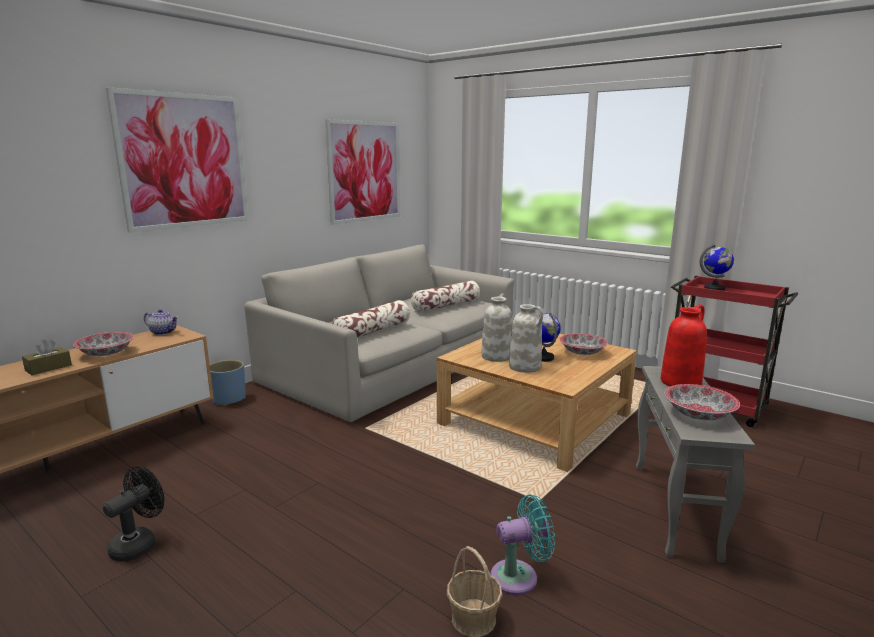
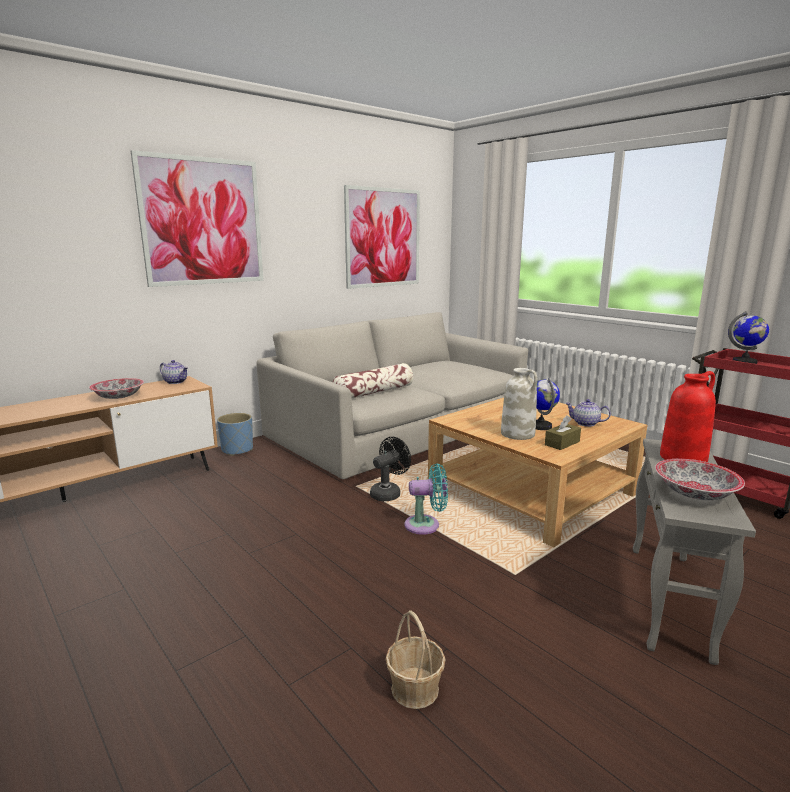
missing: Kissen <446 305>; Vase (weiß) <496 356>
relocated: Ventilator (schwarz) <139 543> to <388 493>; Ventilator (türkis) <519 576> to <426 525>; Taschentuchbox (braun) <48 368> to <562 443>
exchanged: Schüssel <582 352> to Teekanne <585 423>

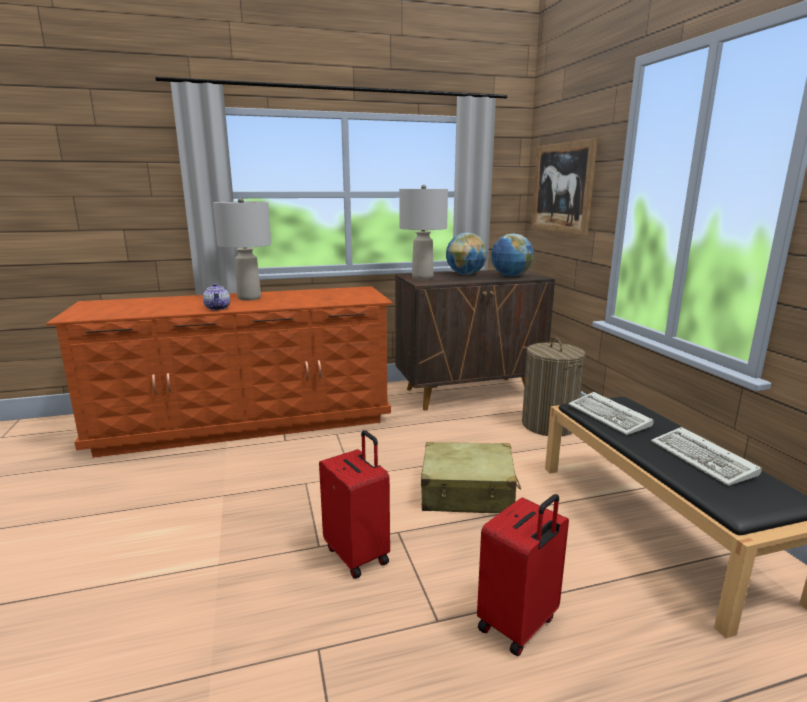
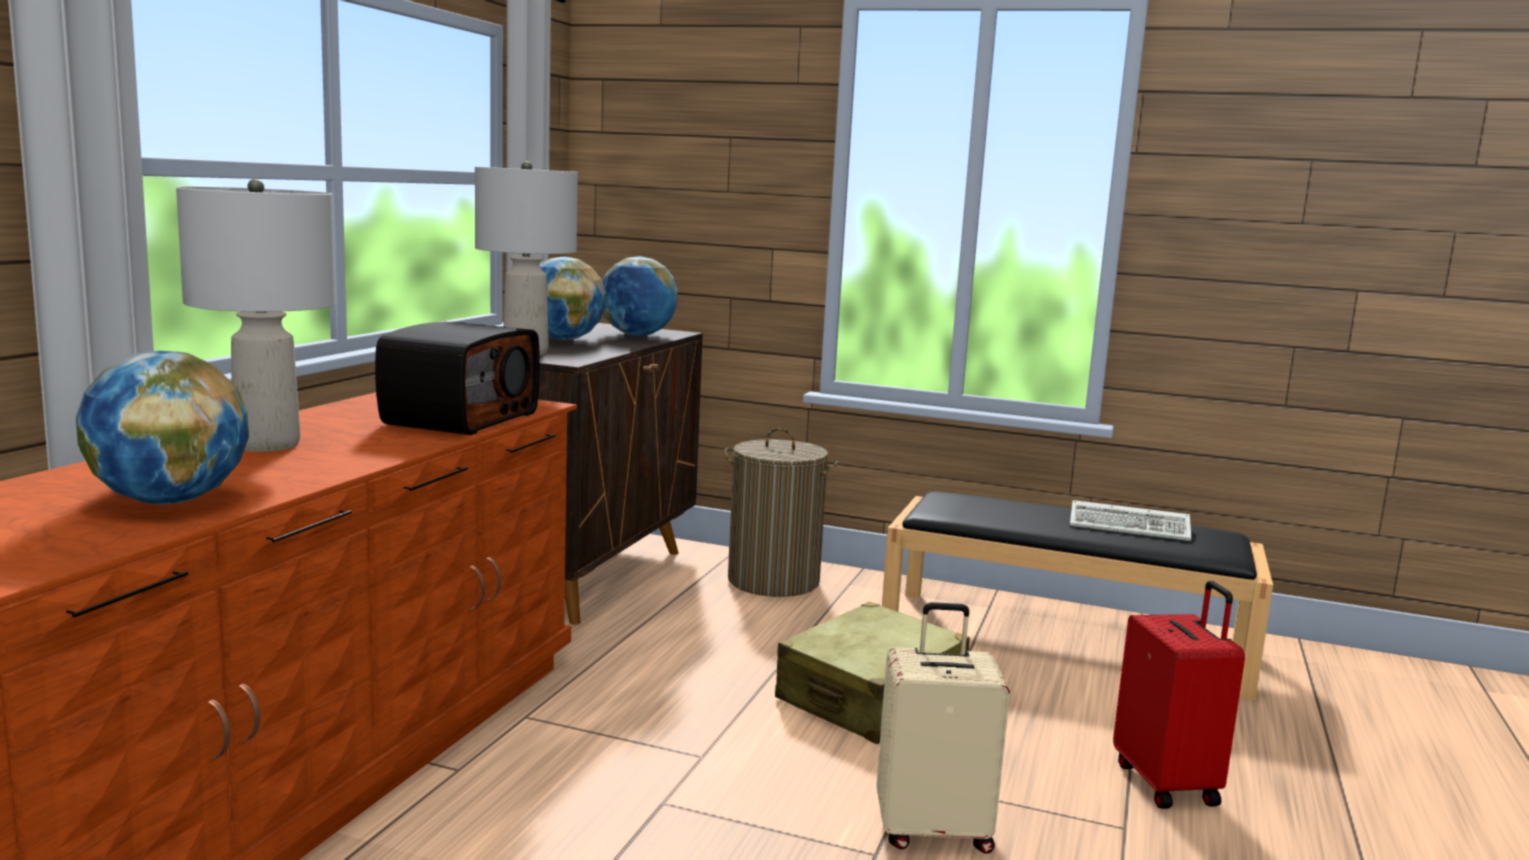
missing: Teekanne <218 308>; Bild <562 188>; Tastatur <610 417>
appeared: Globus <168 501>; Radio <459 418>
colour: Koffer (rot) <358 554> to Koffer (beige) <933 830>

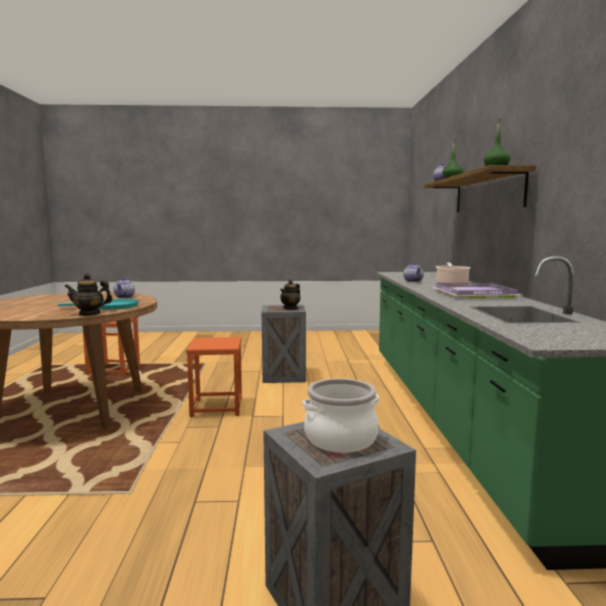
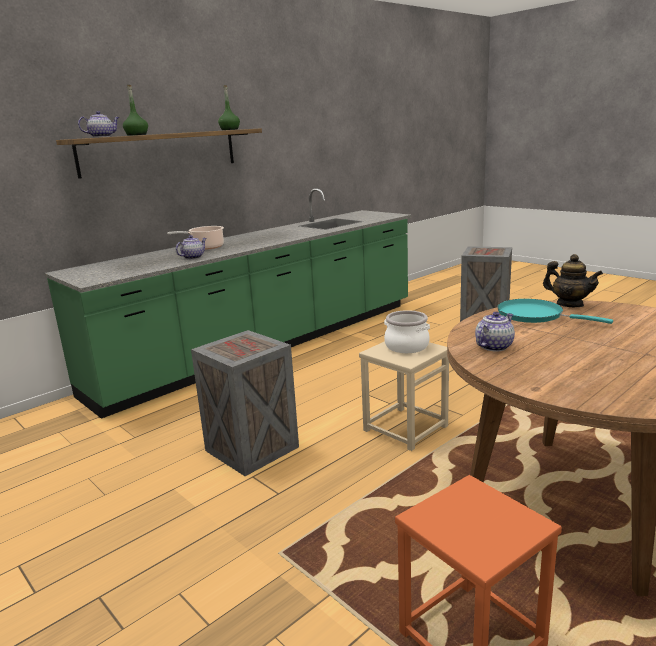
missing: Teekanne <290 308>; Tablett (lila) <476 294>
relocated: Kochtopf <341 439> to <407 346>
colour: Hocker (orange) <217 407> to Hocker (beige) <405 428>

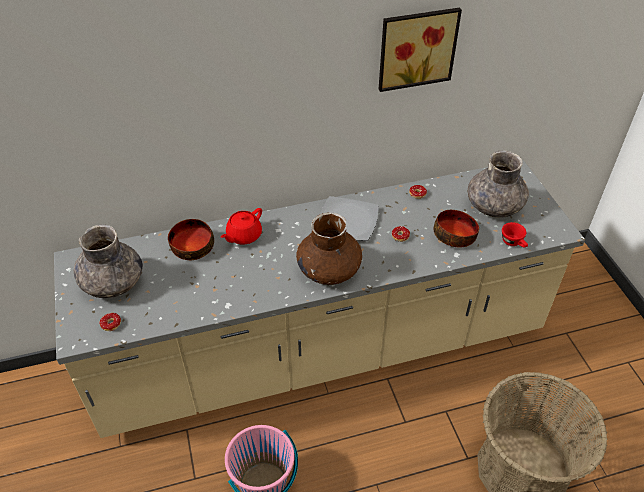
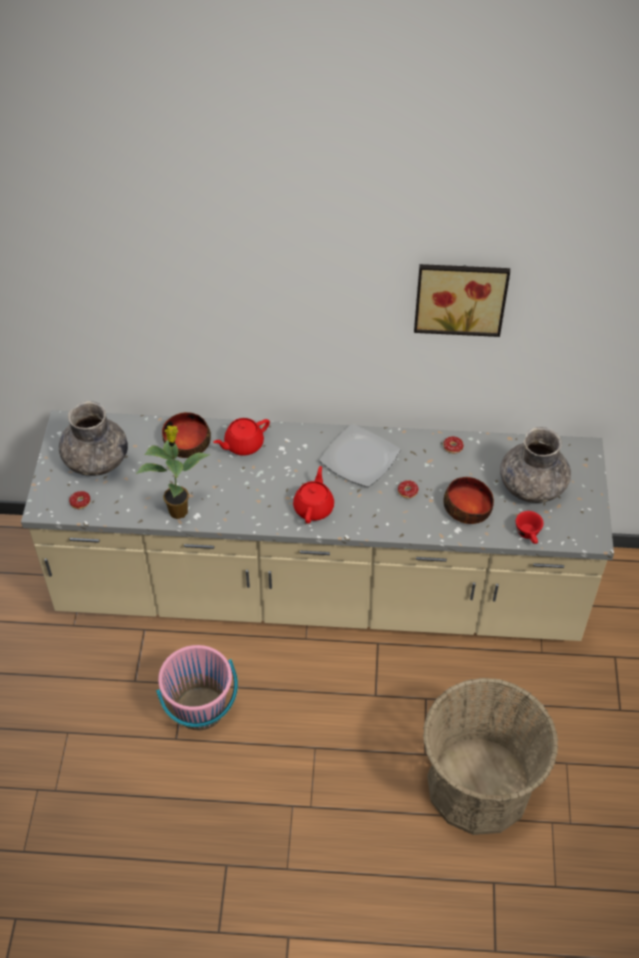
appeared: Topfpflanze <179 510>
exchanged: Vase (braun) <329 269> to Teekanne (rot) <314 507>

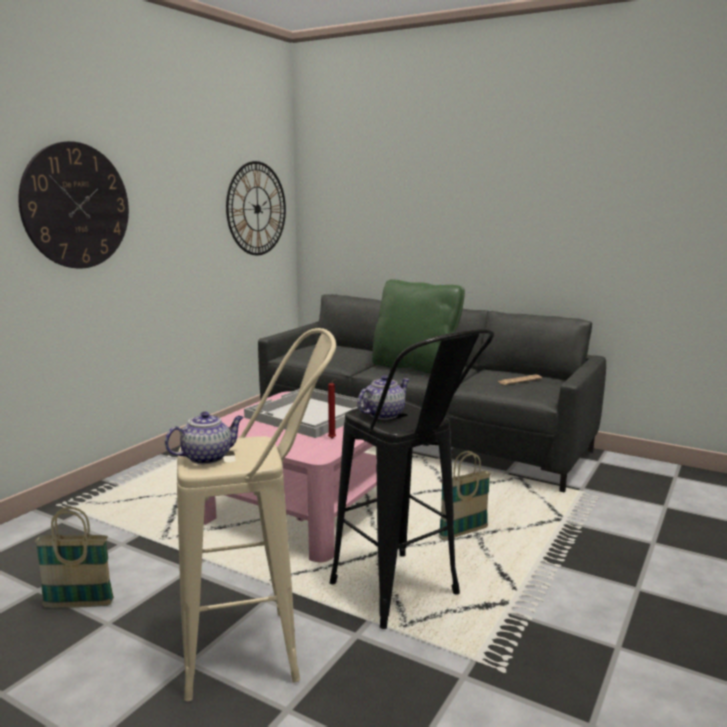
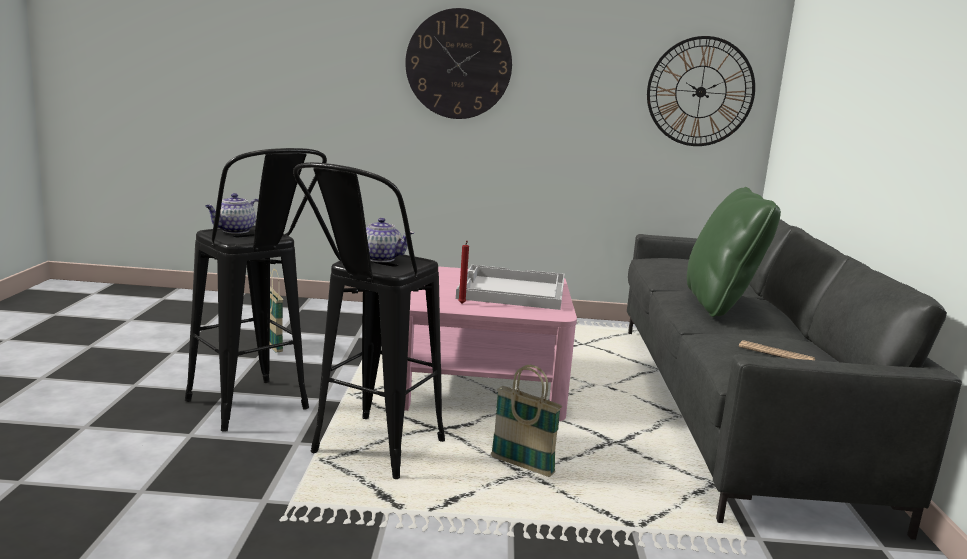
colour: Hocker (beige) <262 649> to Hocker (schwarz) <256 411>
spun: Teekanne <208 457> = <235 231> 105 degrees clockwise

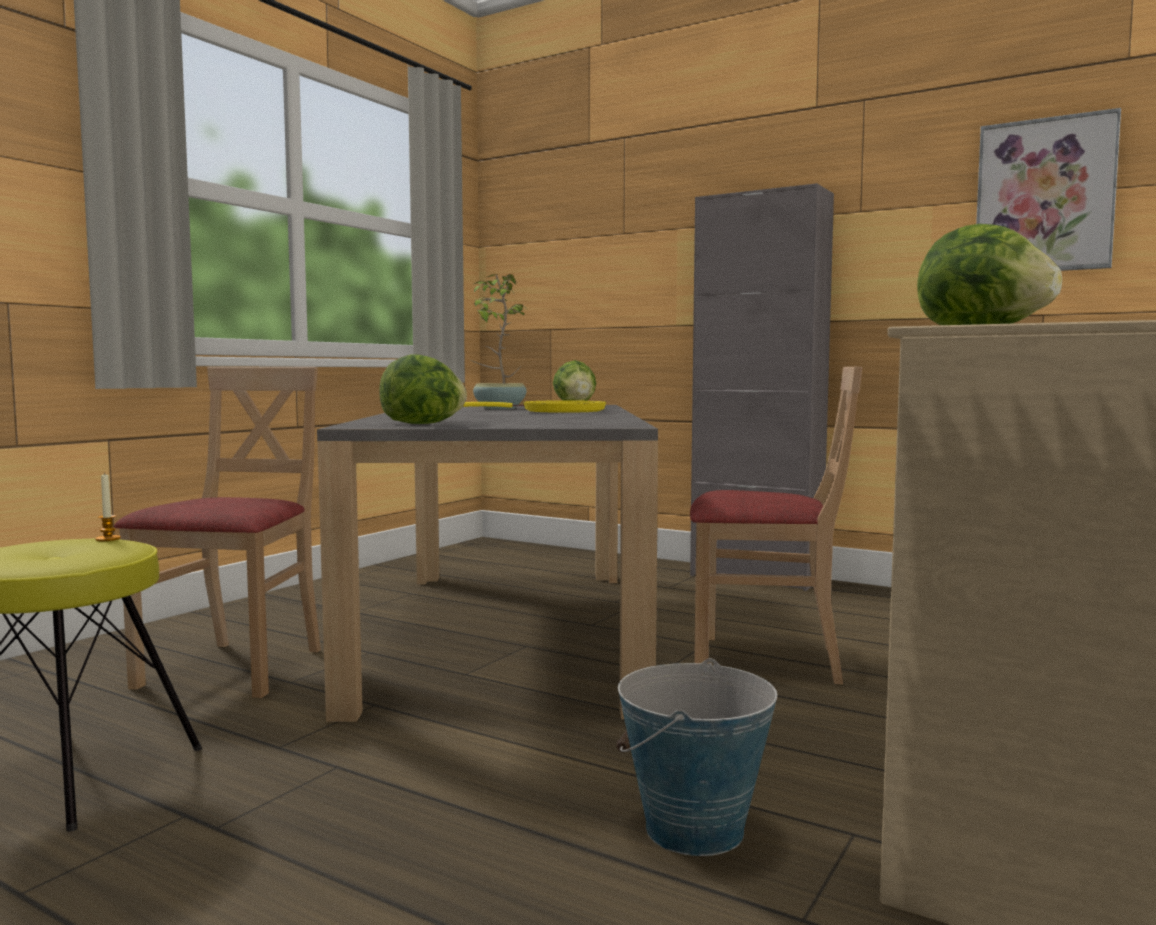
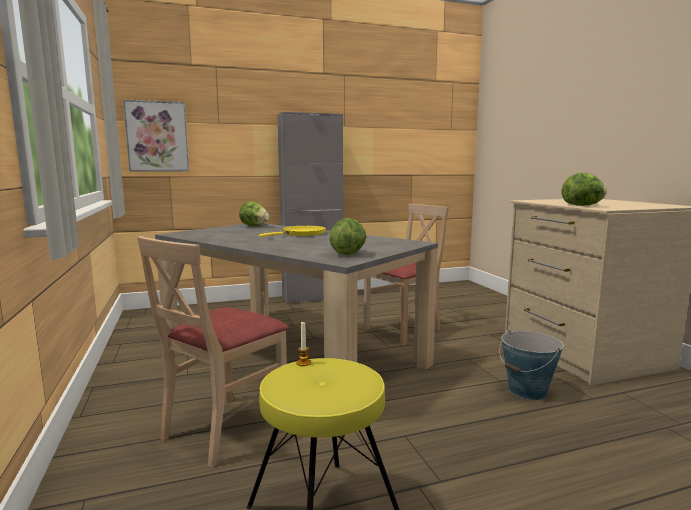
missing: Topfpflanze <498 408>
relocated: Bild <1045 196> to <157 136>
spun: Stuhl (beige) <235 668> = <224 429> 105 degrees counterclockwise

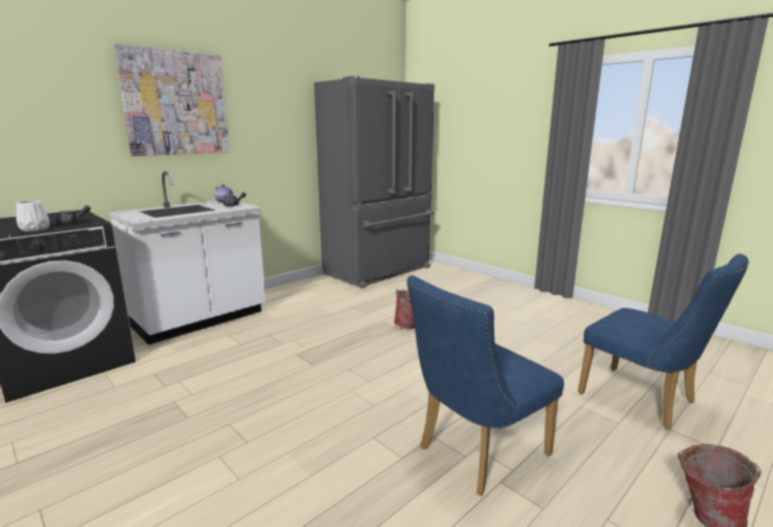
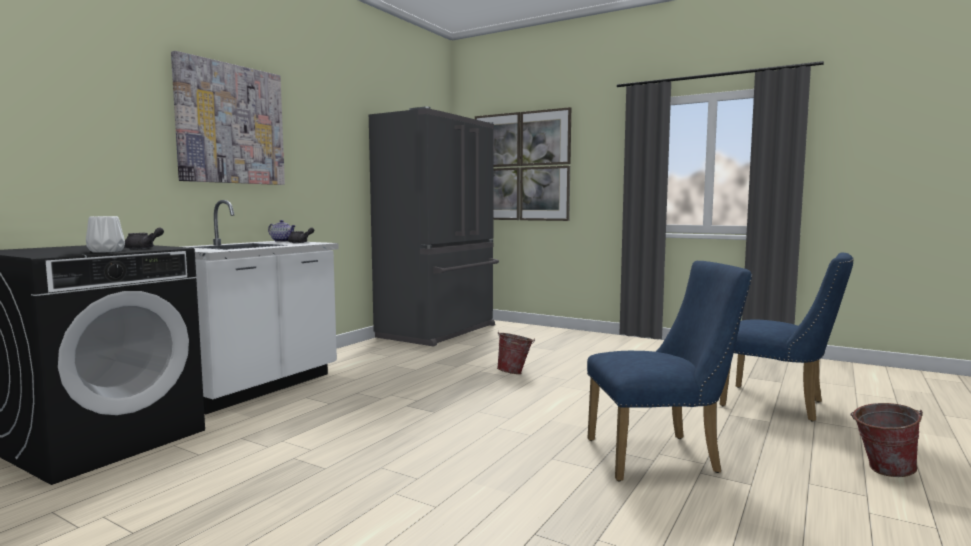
appeared: Bild <521 166>
spun: Stuhl (blau) <475 453> = <661 457> 135 degrees counterclockwise

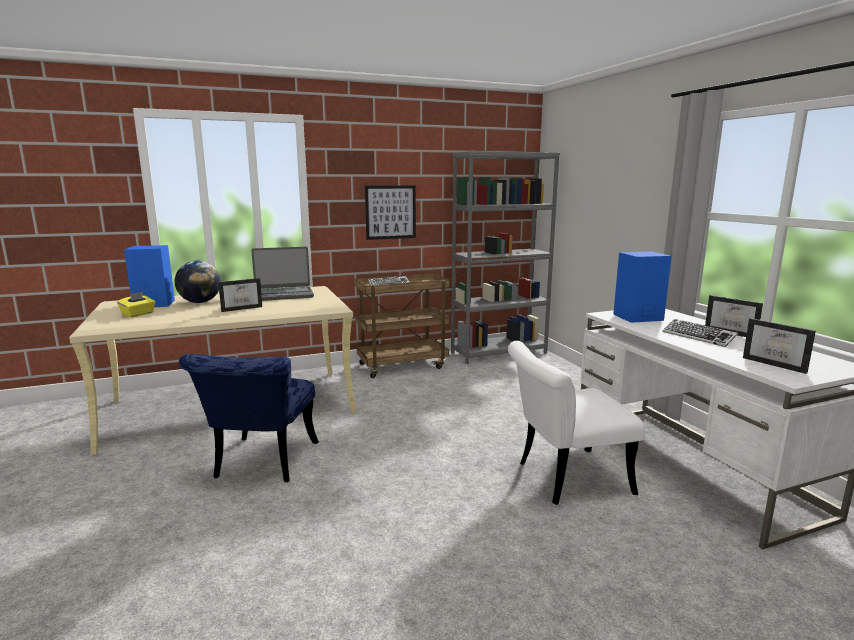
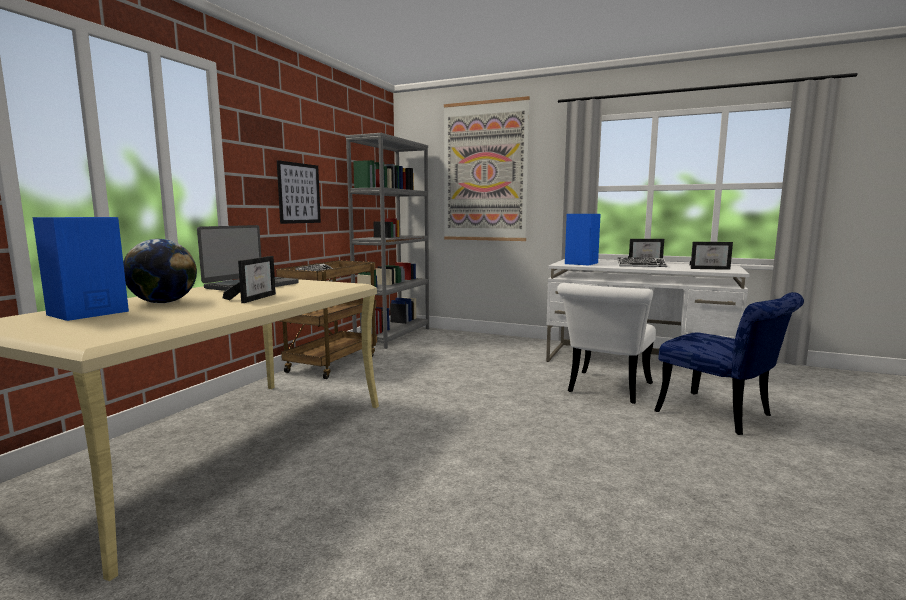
missing: Taschentuchbox (gelb) <138 314>
appeared: Bild <484 172>
relocated: Stuhl (blau) <261 464> to <723 416>

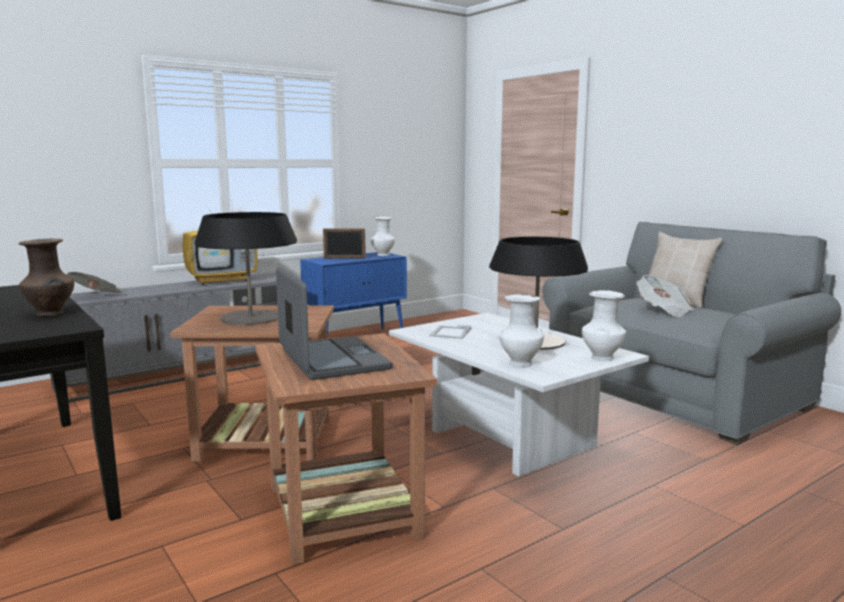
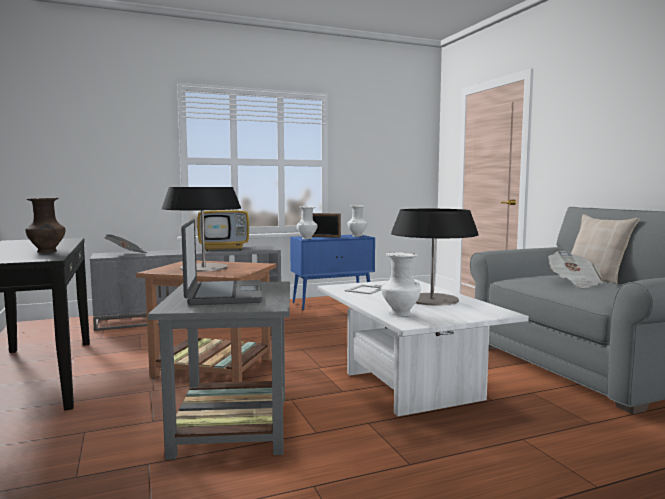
relocated: Vase (weiß) <602 358> to <307 238>
colour: Beistelltisch (braun) <342 510> to Beistelltisch (grau) <232 424>

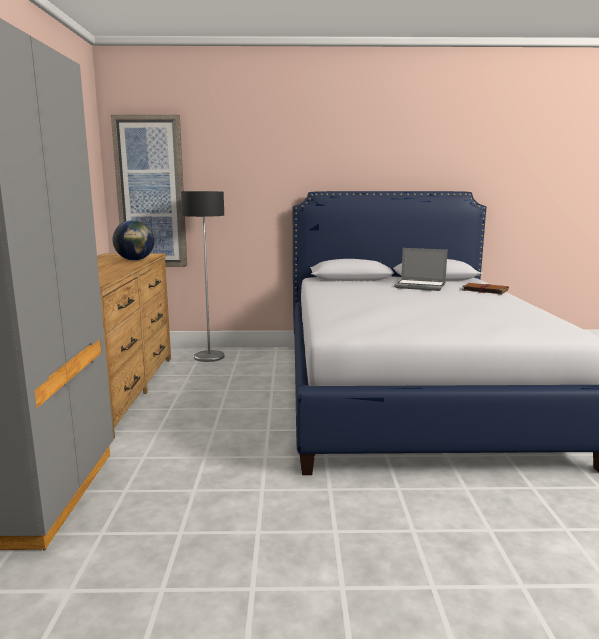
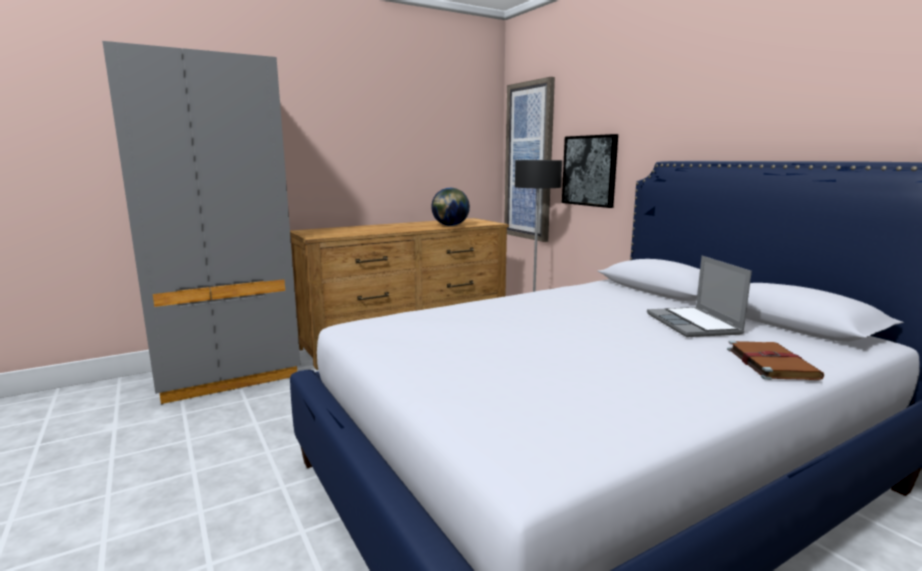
appeared: Bild <590 170>

